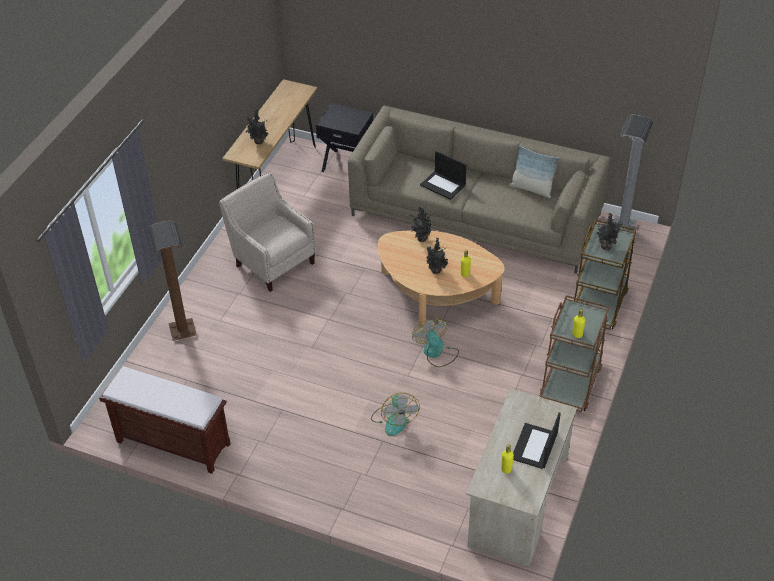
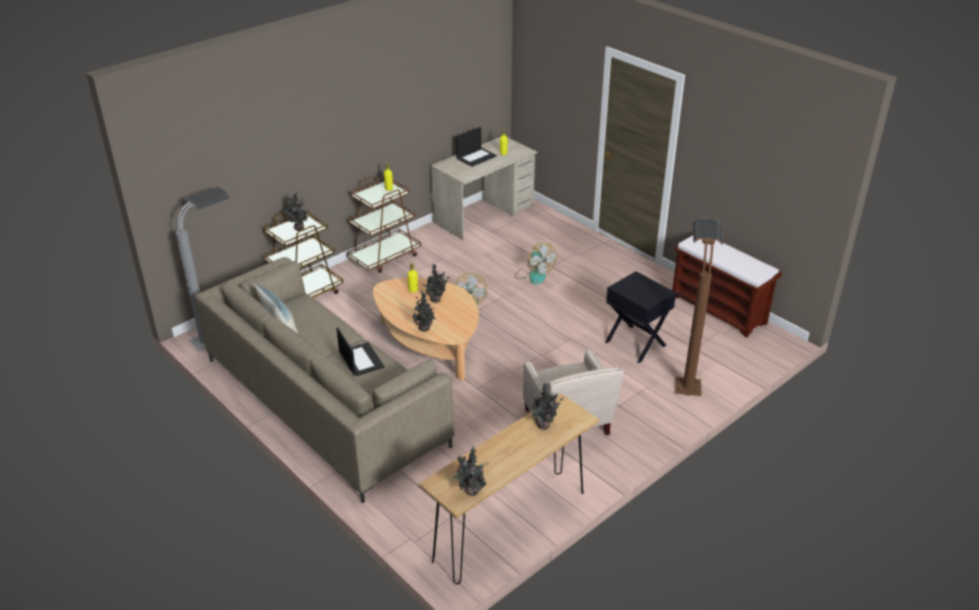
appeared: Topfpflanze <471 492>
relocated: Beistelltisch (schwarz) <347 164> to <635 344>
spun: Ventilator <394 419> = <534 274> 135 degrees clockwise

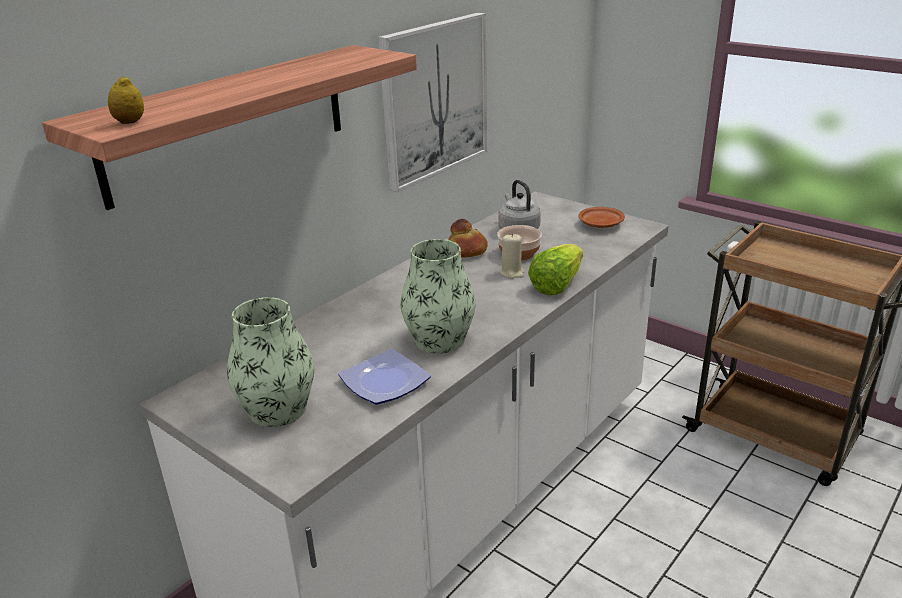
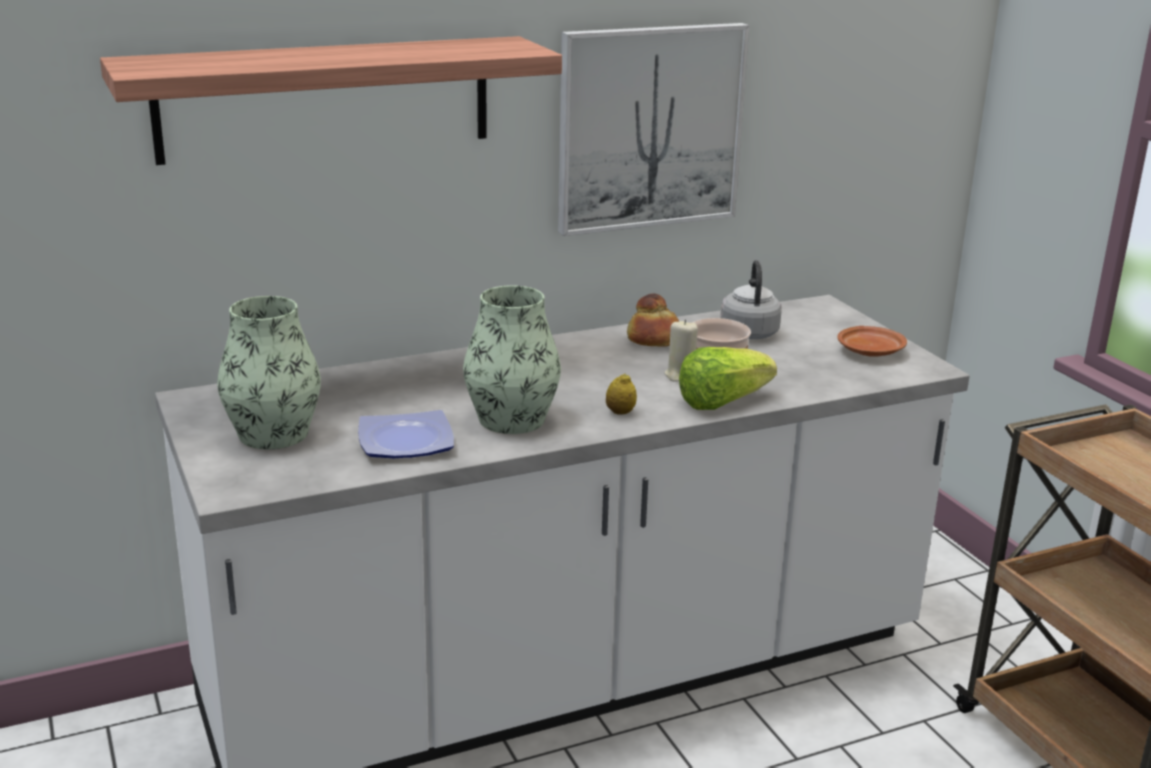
relocated: Zitrone <130 122> to <620 412>

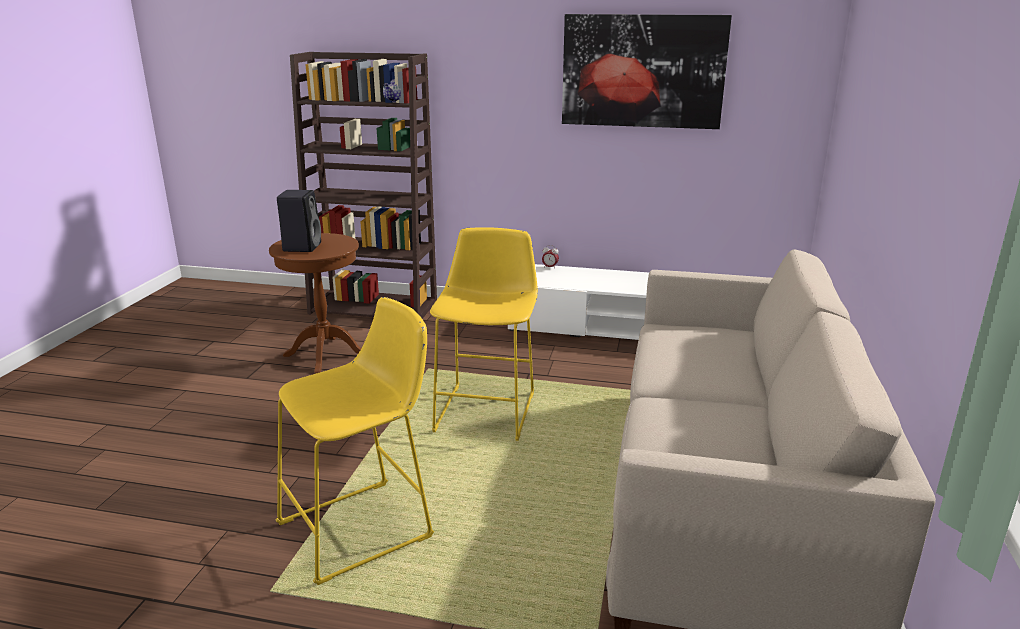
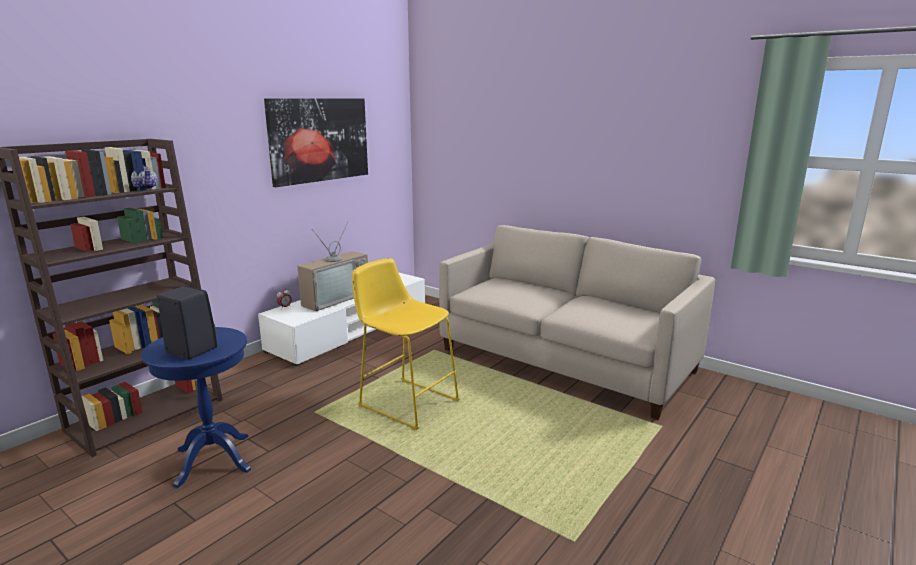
missing: Hocker (gelb) <363 528>
appeared: Fernseher <333 298>
colour: Beistelltisch (braun) <325 355> to Beistelltisch (blau) <213 459>

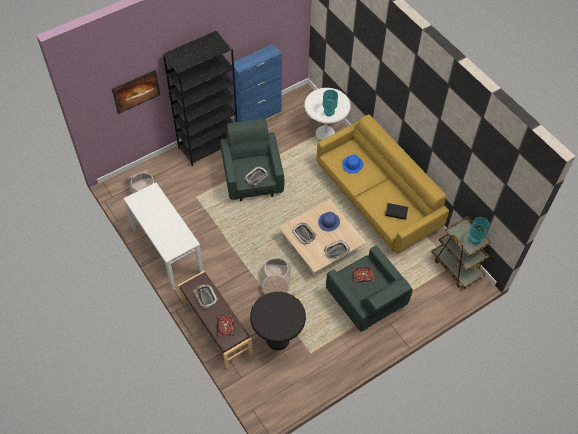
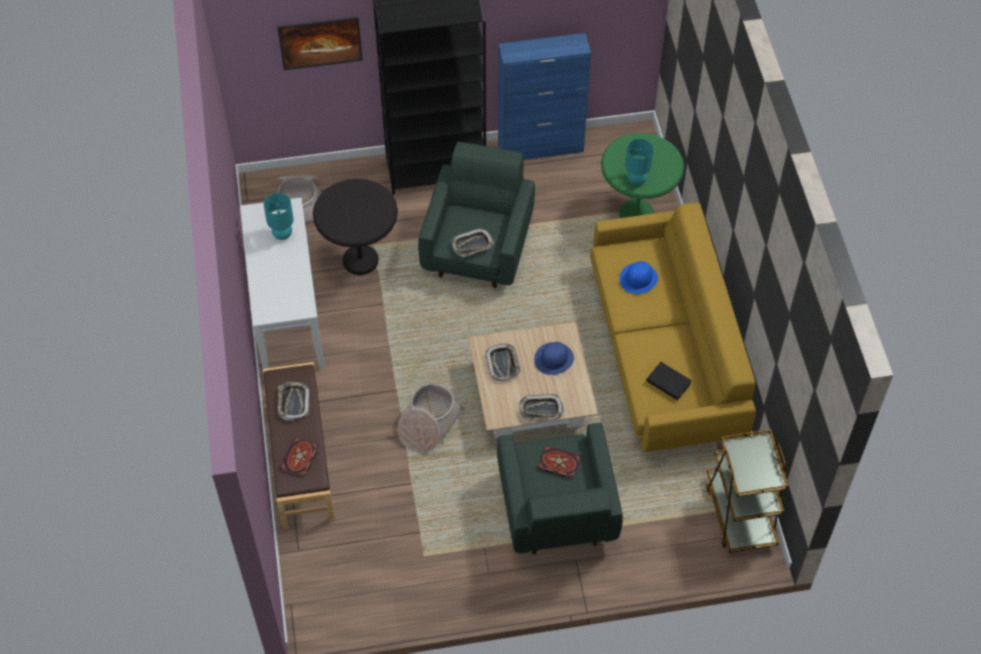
relocated: Tischlampe (türkis) <474 240> to <282 234>; Beistelltisch (schwarz) <277 339> to <360 260>
colour: Beistelltisch (weiß) <325 134> to Beistelltisch (grün) <636 214>

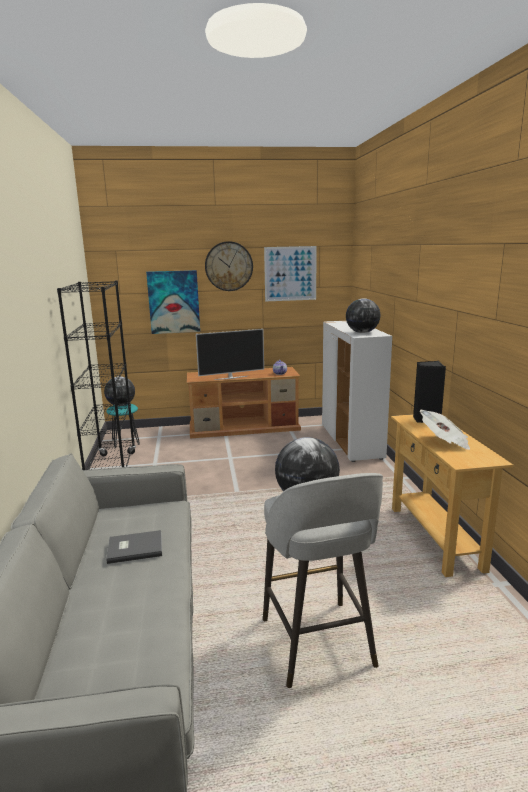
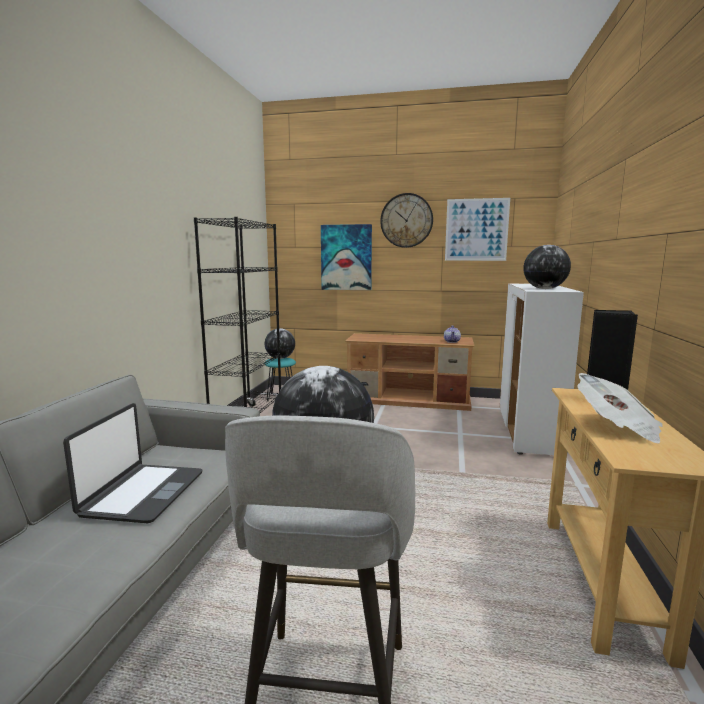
missing: Fernseher <231 377>
exchanged: Buch (grau) <134 548> to Laptop <142 493>

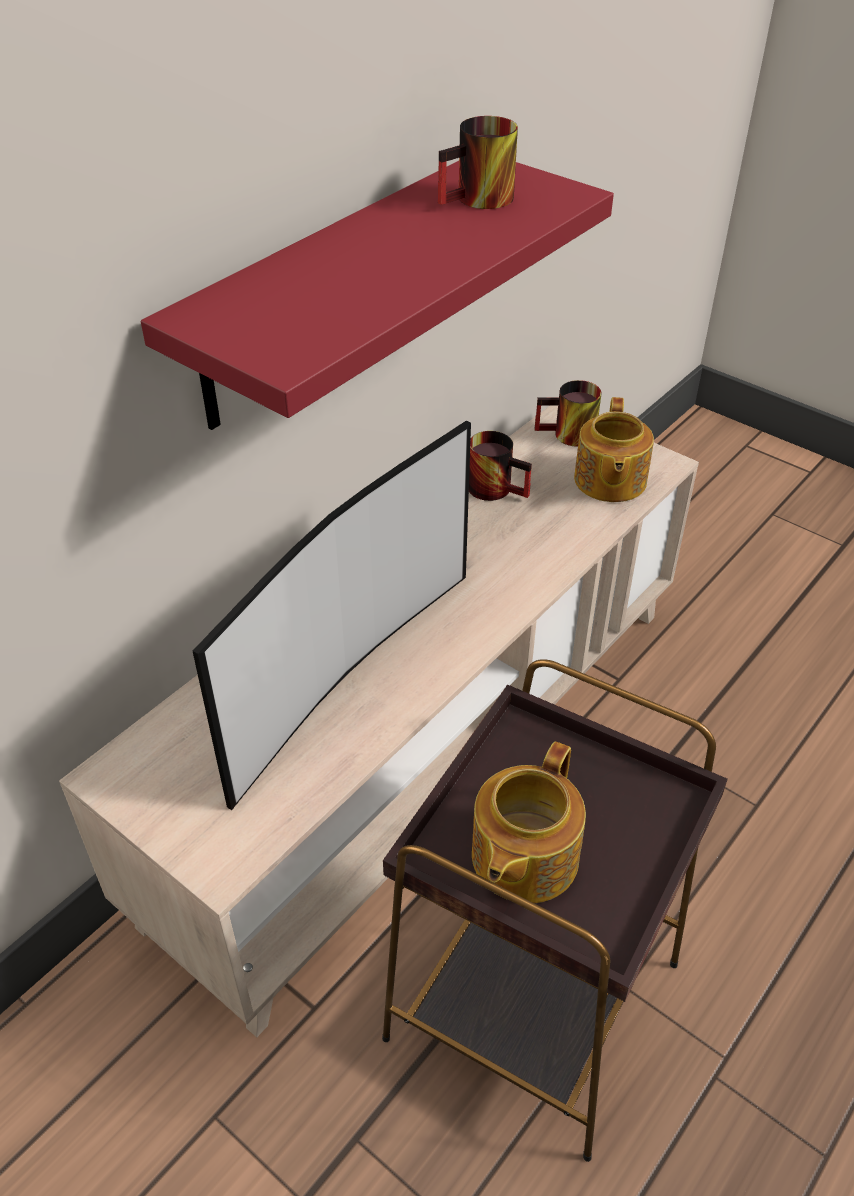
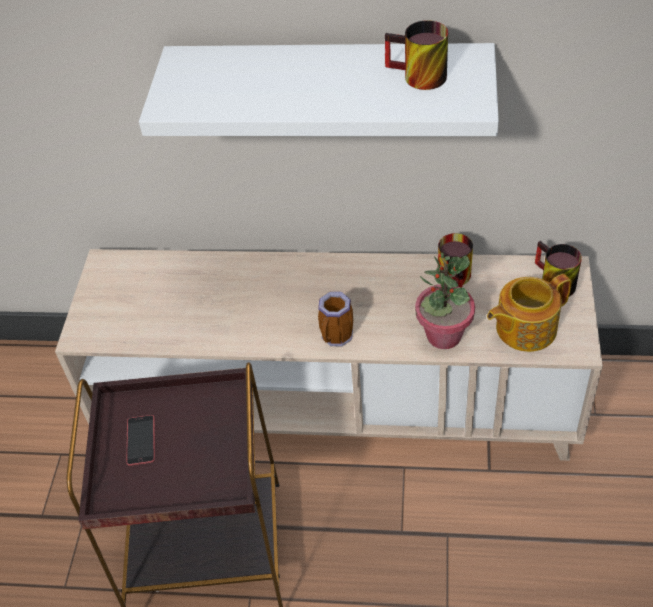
missing: Fernseher <346 674>
appeared: Henkelbecher <337 338>; Topfpflanze <443 335>
exchanged: Teekanne <522 858> to Handy <140 440>
colour: Wandregal (rot) <334 289> to Wandregal (weiß) <329 84>

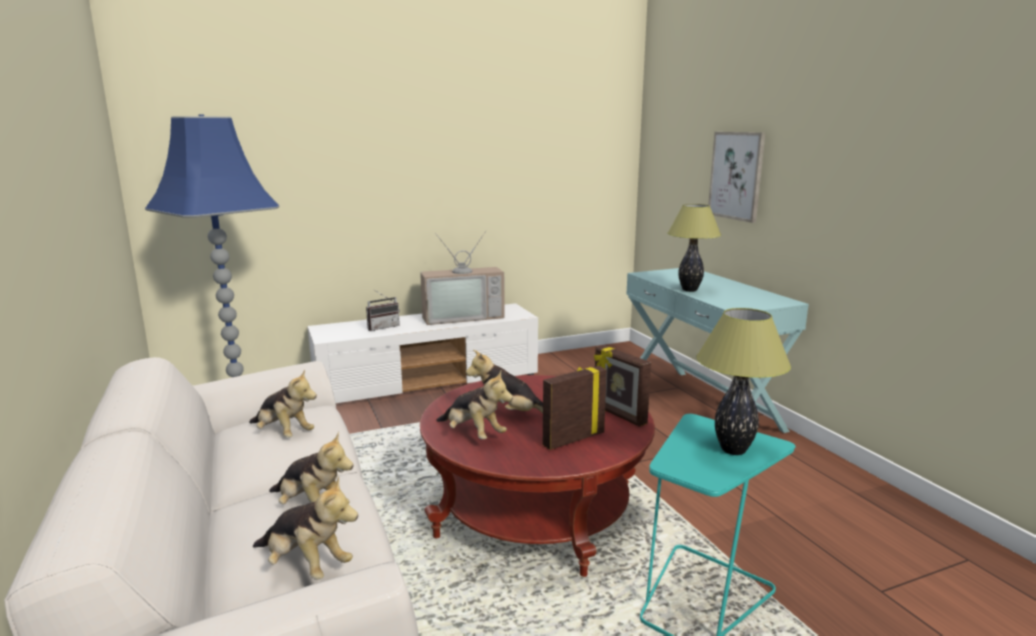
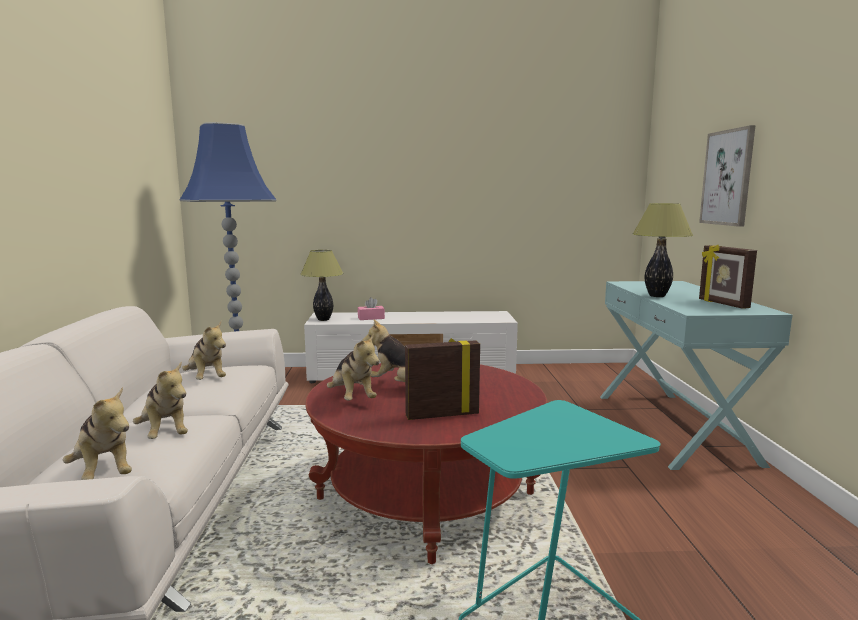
missing: Fernseher <462 316>
relocated: Tischlampe <733 450> to <324 319>; Bilderrahmen <618 415> to <722 304>
exchanged: Radio <382 327> to Taschentuchbox (rosa) <371 318>

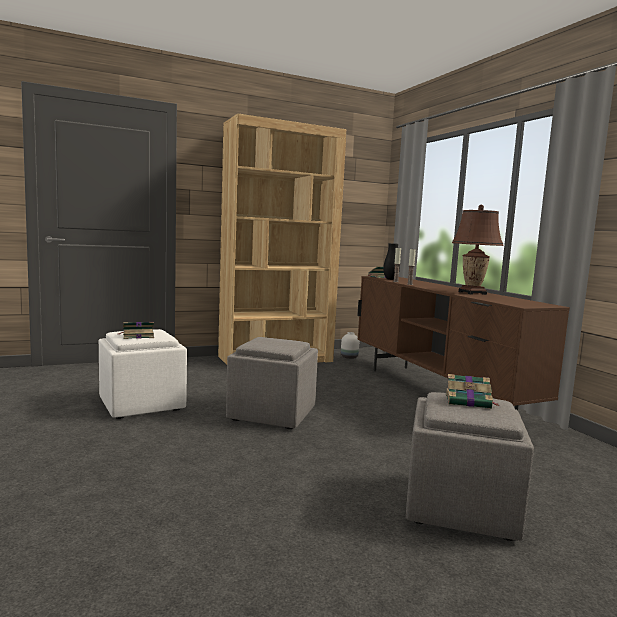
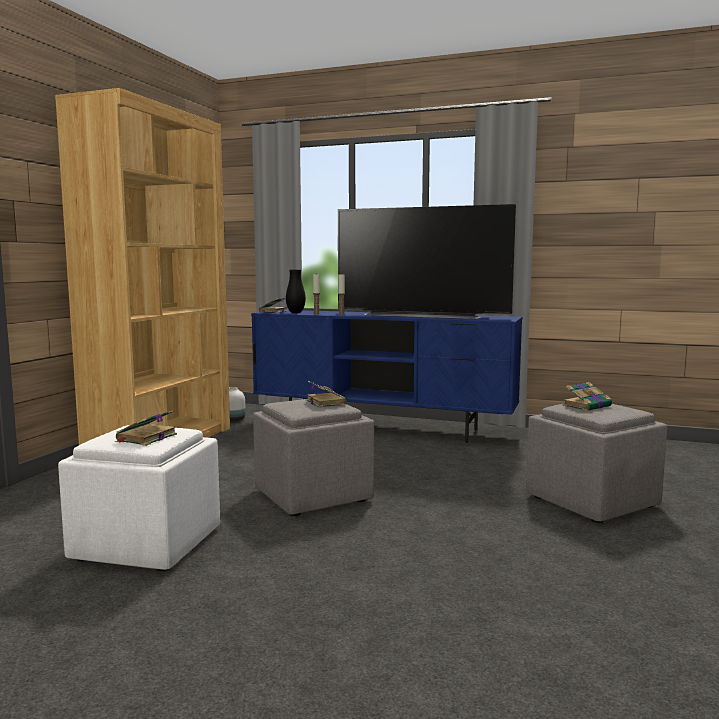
appeared: Buch <325 402>
exchanged: Tischlampe (braun) <472 293> to Fernseher <422 315>
colour: Fernsehschrank (braun) <436 391> to Fernsehschrank (blau) <383 428>

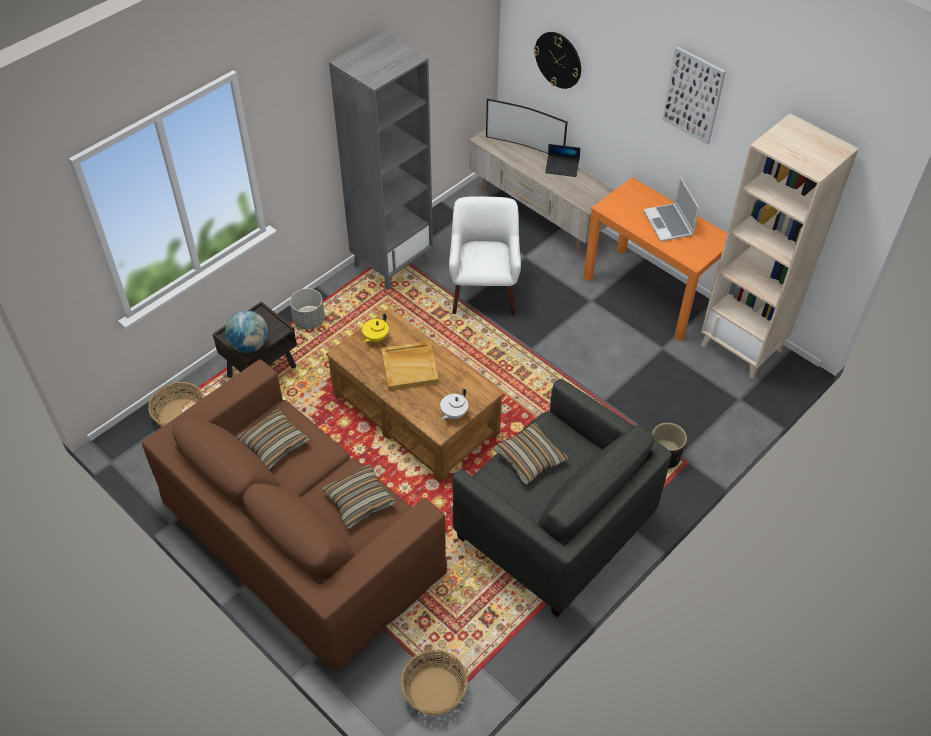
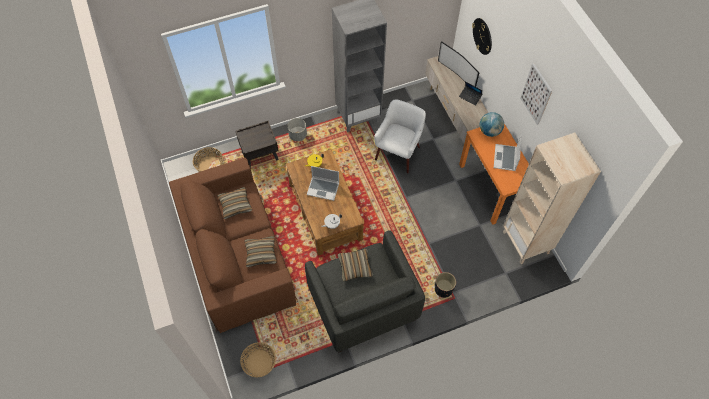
relocated: Globus <249 345> to <489 131>
exchanged: Tablett (beige) <410 367> to Laptop <323 188>

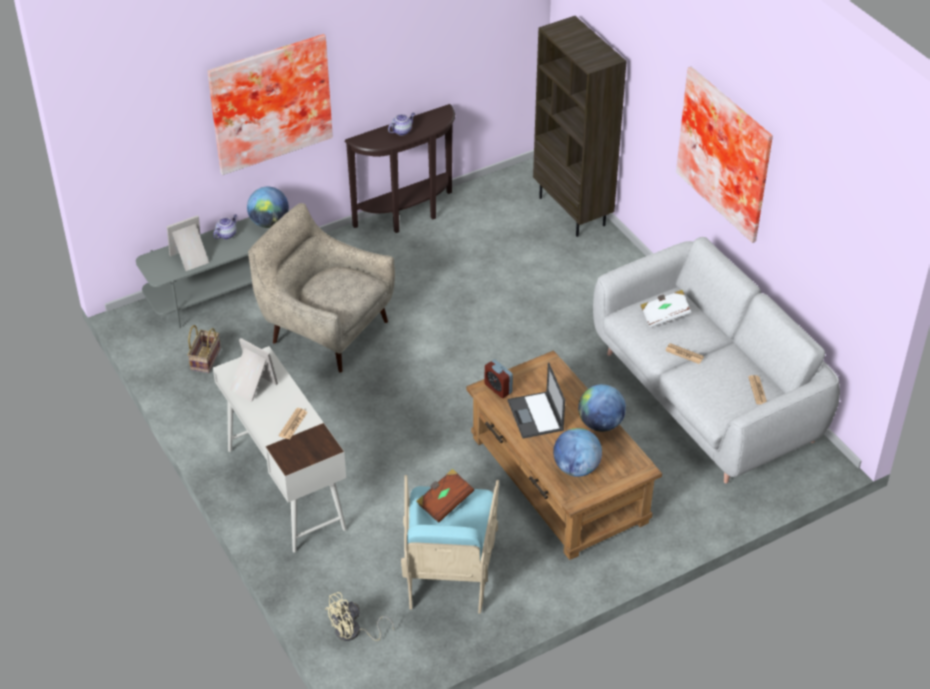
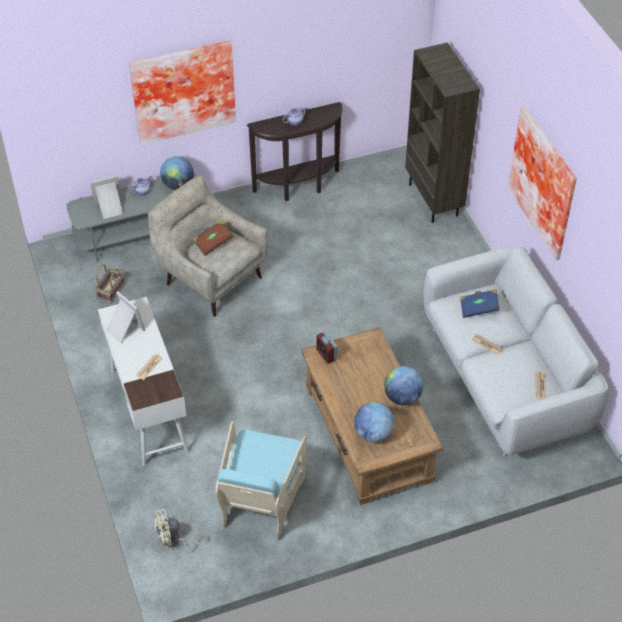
missing: Laptop <536 416>
relocated: Buch (braun) <444 502> to <213 243>
colour: Buch (weiß) <664 315> to Buch (blau) <478 308>

